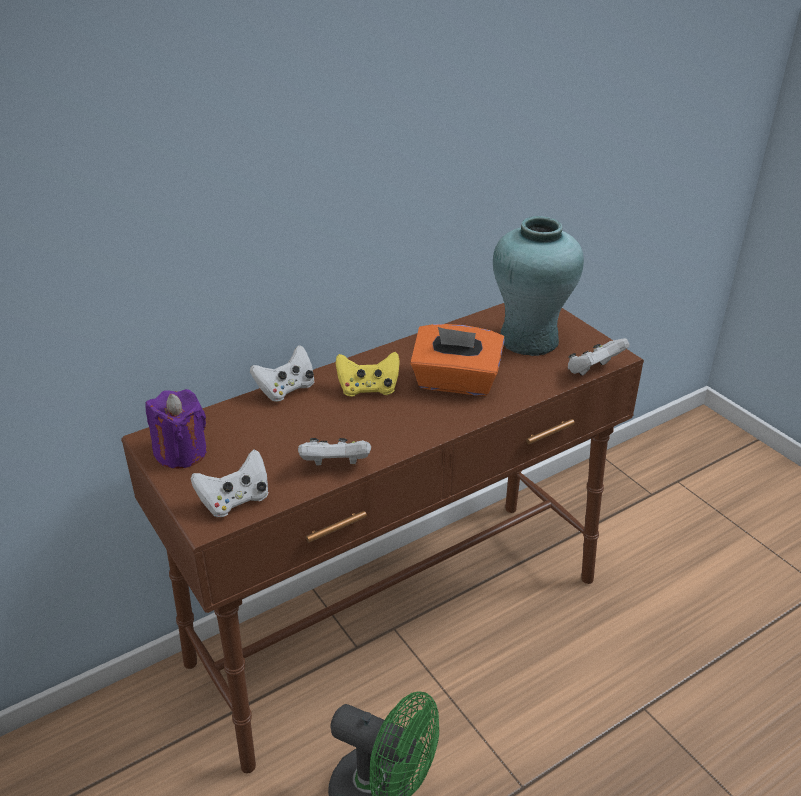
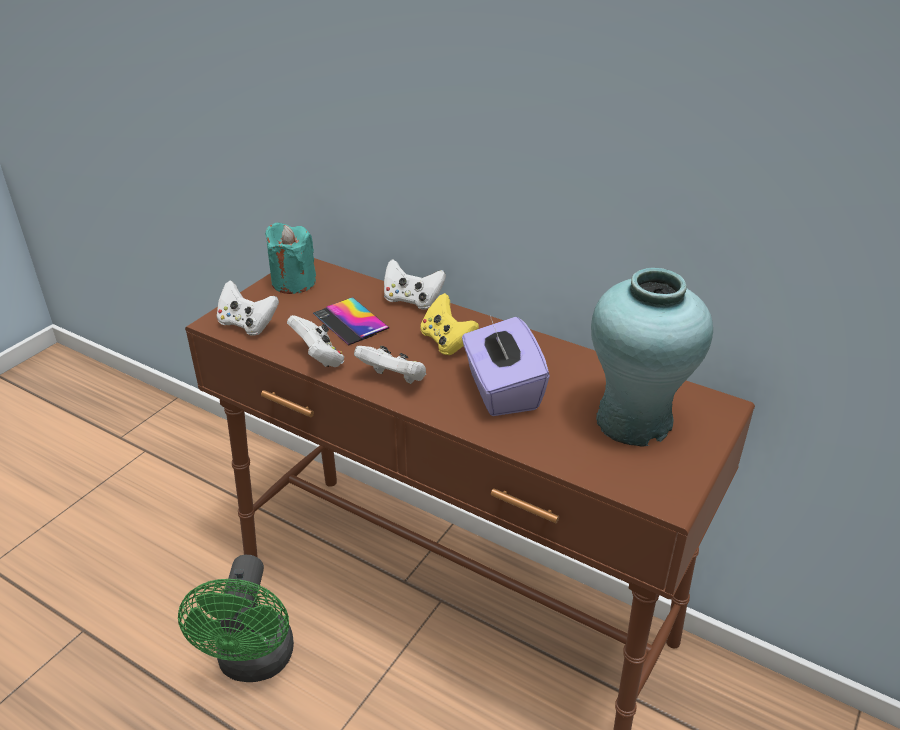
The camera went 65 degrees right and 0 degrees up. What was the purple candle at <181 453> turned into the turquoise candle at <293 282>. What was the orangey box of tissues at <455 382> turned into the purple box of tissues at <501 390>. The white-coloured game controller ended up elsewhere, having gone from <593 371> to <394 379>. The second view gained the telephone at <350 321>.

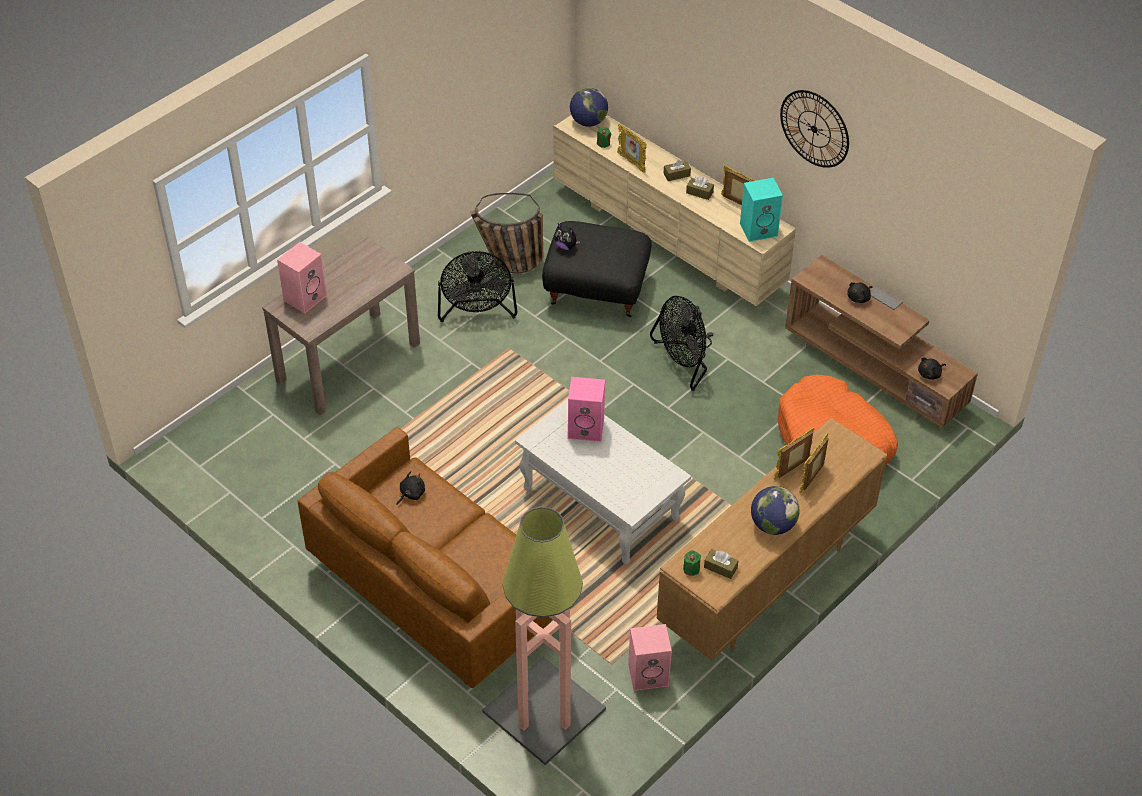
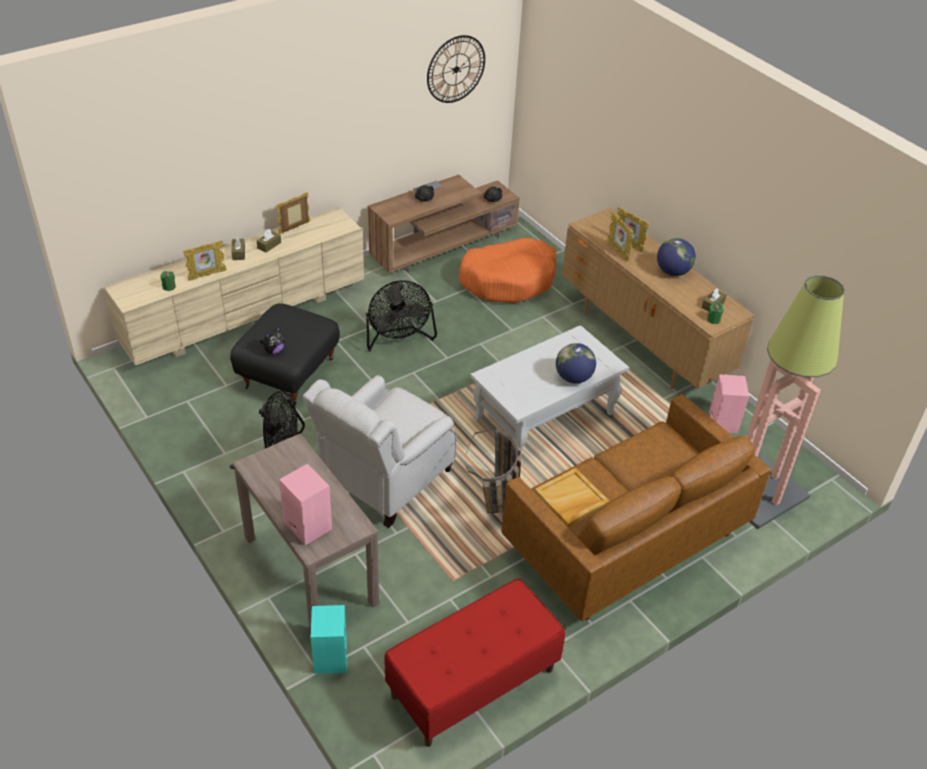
The camera went 80 degrees left and 5 degrees down. Where the black cuddly toy stood at <411 494>, the beige-coloured carrying tray came to stand at <571 500>. The household basket ended up elsewhere, having gone from <507 263> to <497 504>. The second view lost the pink-coloured audio speaker at <587 428>. The world globe ended up elsewhere, having gone from <588 122> to <573 378>. The turquoise audio speaker ended up elsewhere, having gone from <759 229> to <329 656>. The wall clock ended up elsewhere, having gone from <814 128> to <456 69>. The second view gained the white-coloured armchair at <385 478>. The second view gained the red-coloured indoor bench at <473 683>.

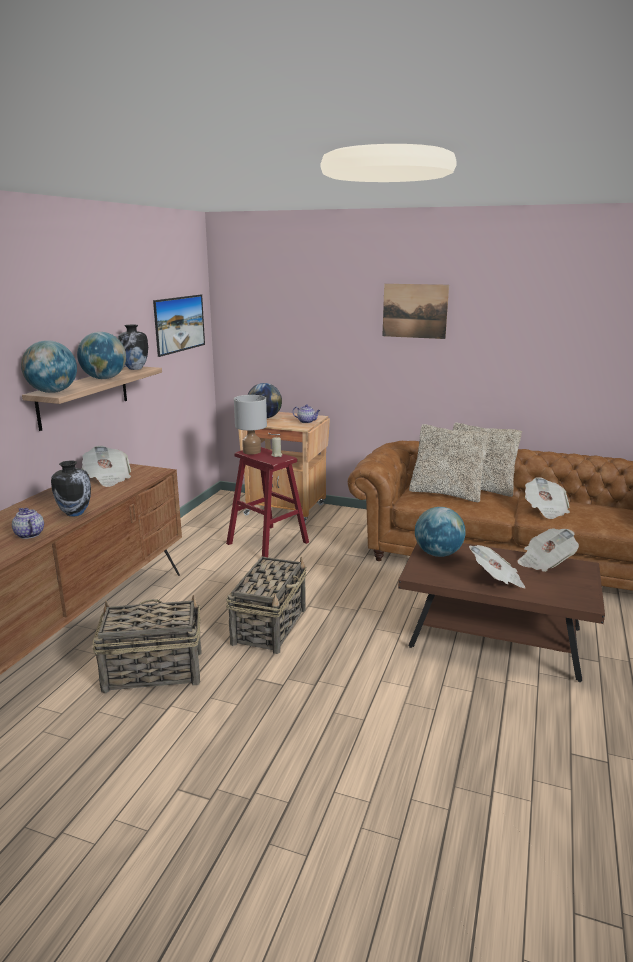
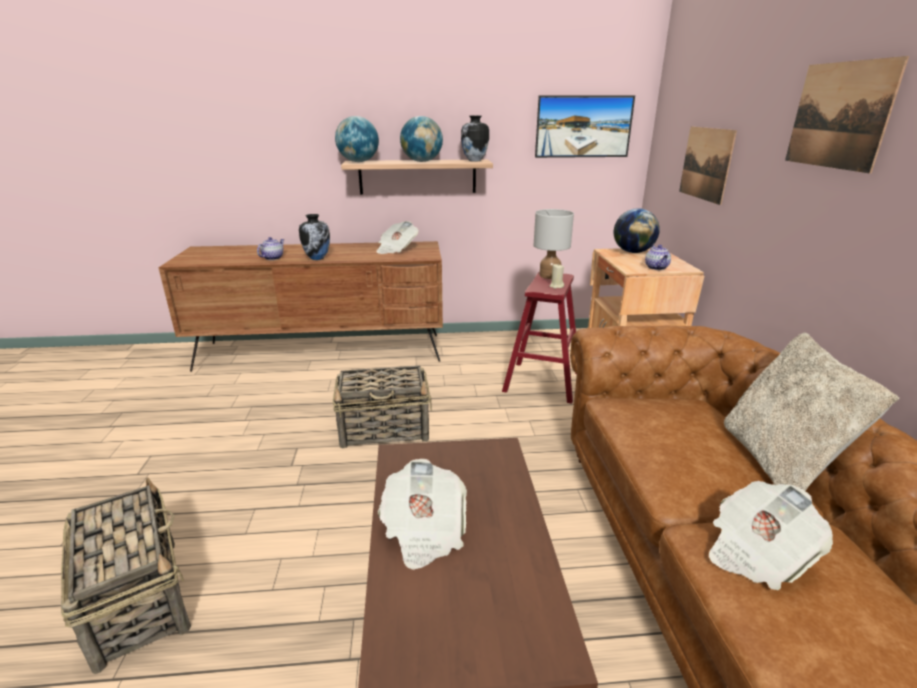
The camera went 65 degrees right and 5 degrees up. The household basket ended up elsewhere, having gone from <152 671> to <139 599>. The second view lost the beige-coloured throw pillow at <447 492>. The second view lost the world globe at <438 554>. The second view lost the daily paper at <545 562>. The second view gained the picture at <706 164>.

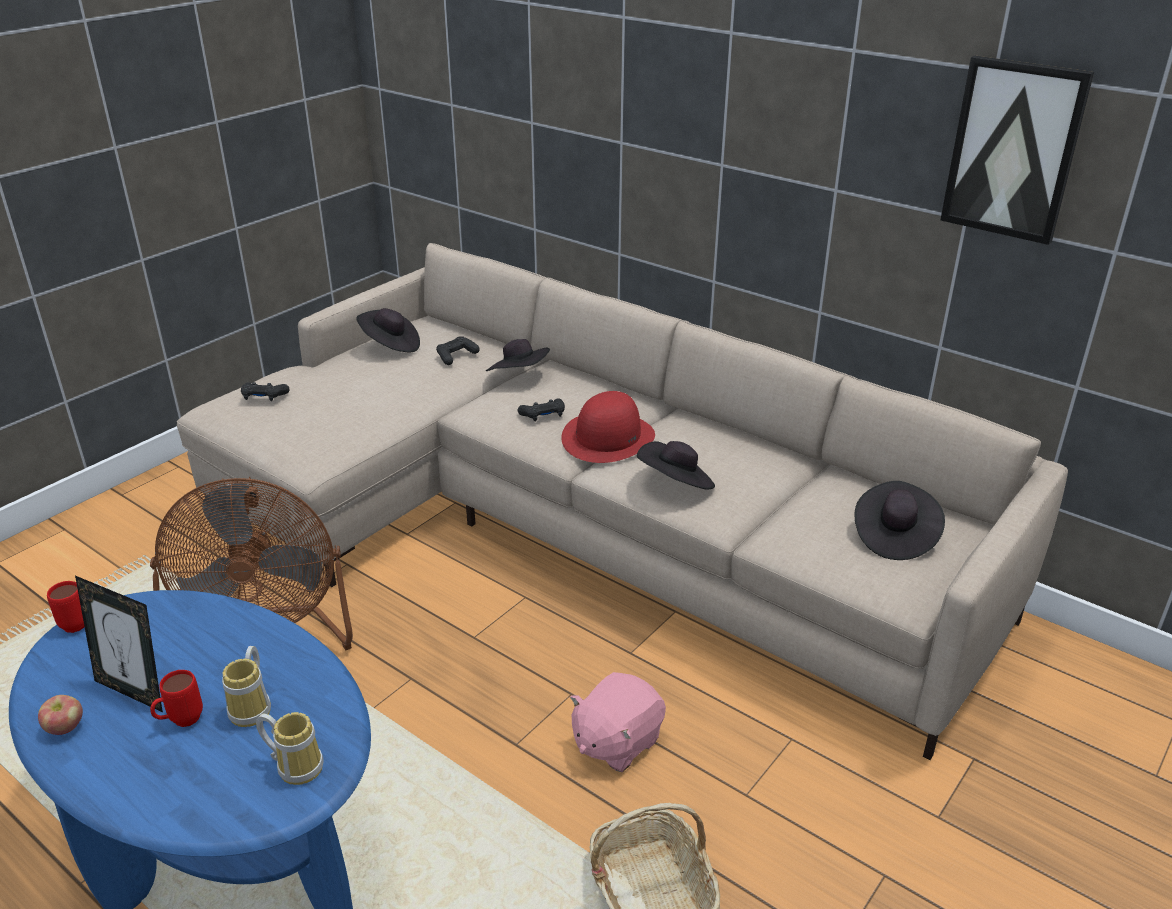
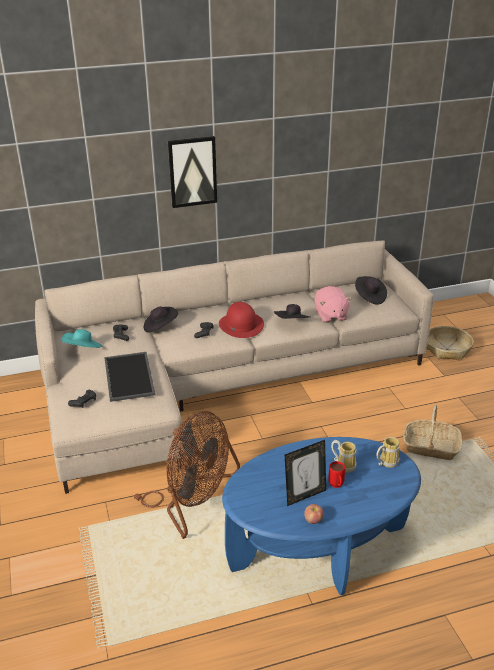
The camera went 55 degrees left and 0 degrees up. The second view lost the red-coloured coffee mug at <75 621>. What was the black clothing hat at <390 345> turned into the turquoise clothing hat at <83 349>. The pink-coloured cuddly toy ended up elsewhere, having gone from <616 741> to <330 315>. The picture ended up elsewhere, having gone from <1013 150> to <192 171>. The second view gained the carrying tray at <130 377>. The second view gained the household basket at <447 349>.

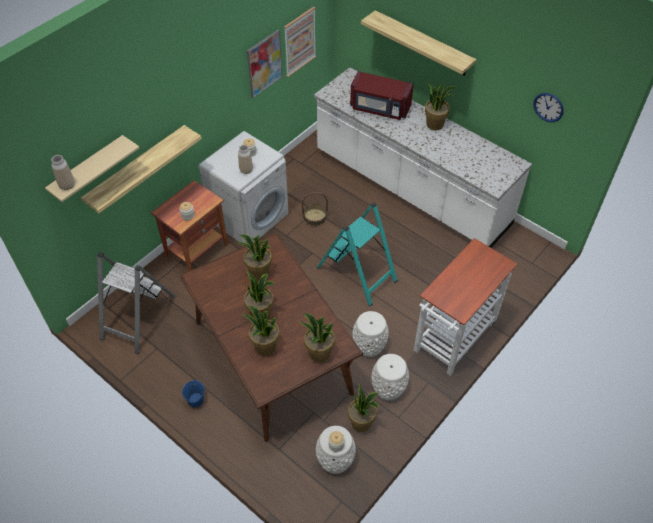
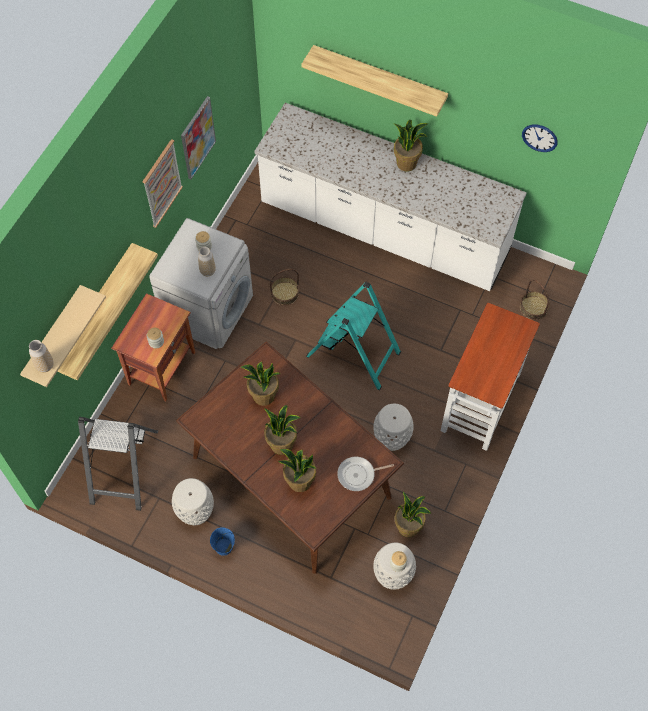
The camera went 15 degrees left and 10 degrees up. The picture ended up elsewhere, having gone from <299 41> to <161 183>. Where the plant in a pot stood at <319 353>, the frying pan came to stand at <358 475>. The second view lost the red-coloured microwave at <380 108>. The white-coloured sitting stool ended up elsewhere, having gone from <388 388> to <195 511>. The second view gained the household basket at <533 308>.

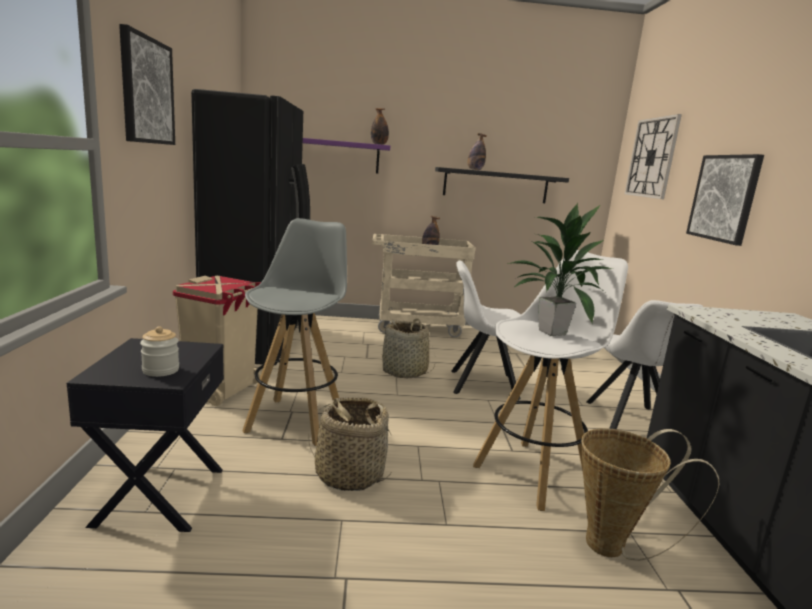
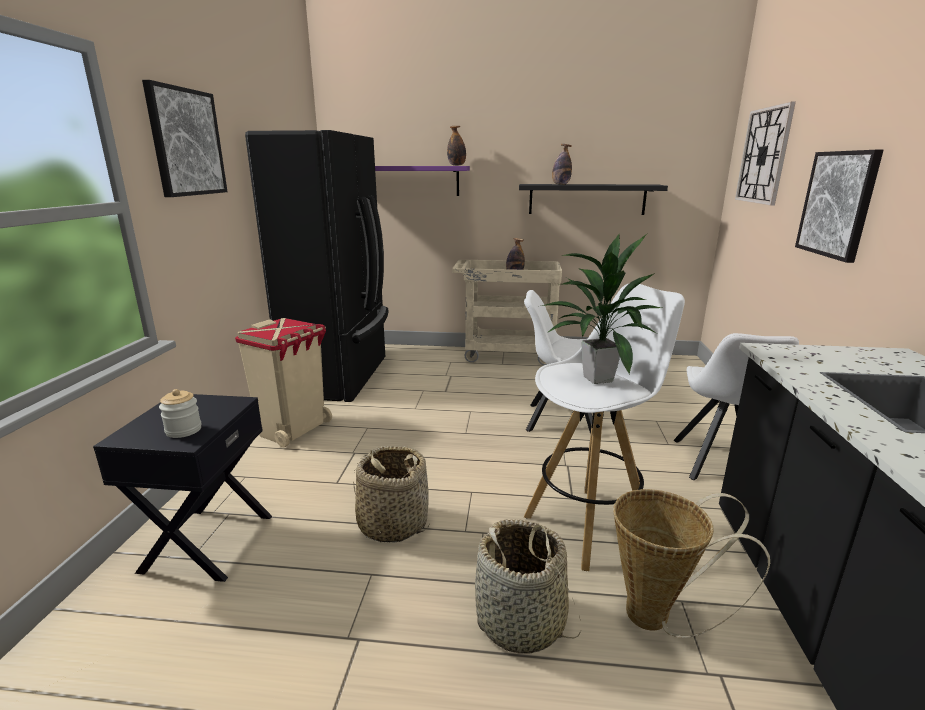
The camera went 10 degrees right and 5 degrees up. The second view lost the greyish sitting stool at <297 420>. The household basket ended up elsewhere, having gone from <405 371> to <521 621>.

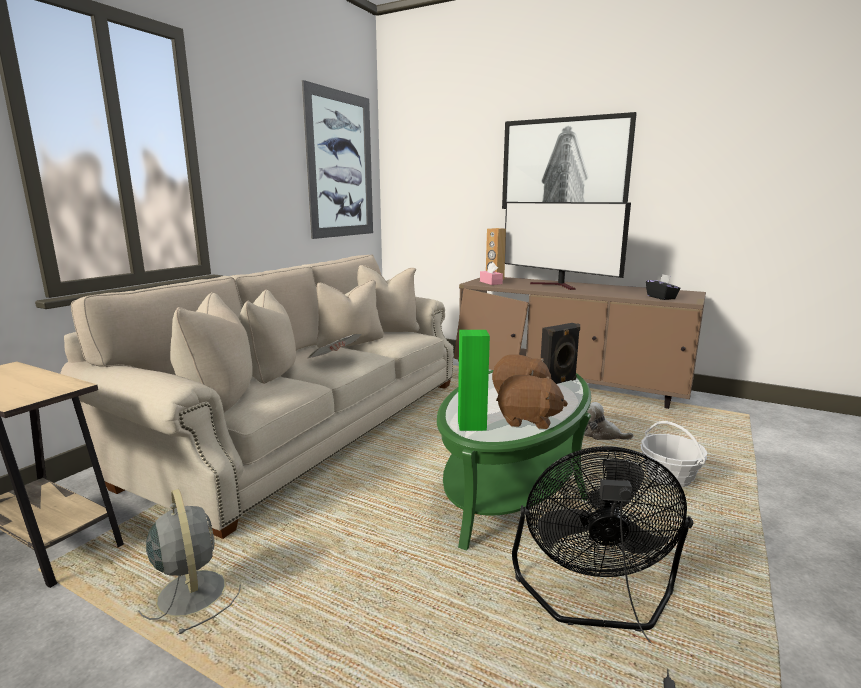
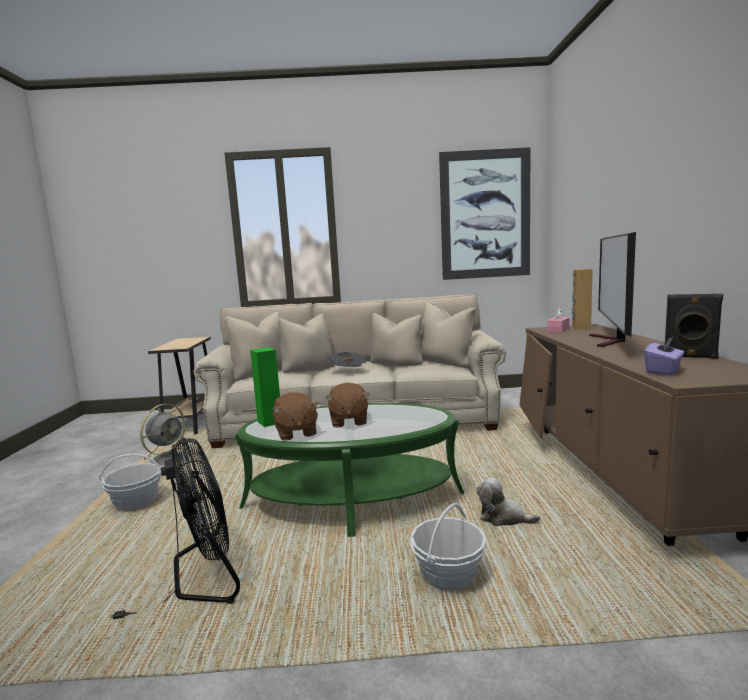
The camera went 60 degrees right and 5 degrees down. The second view lost the picture at <564 164>. The black audio speaker ended up elsewhere, having gone from <558 382> to <690 357>. The cuddly toy at <602 435> ended up facing another way, 60 degrees counterclockwise from before. What was the black box of tissues at <661 297> turned into the purple box of tissues at <663 371>. The second view gained the household basket at <136 503>.

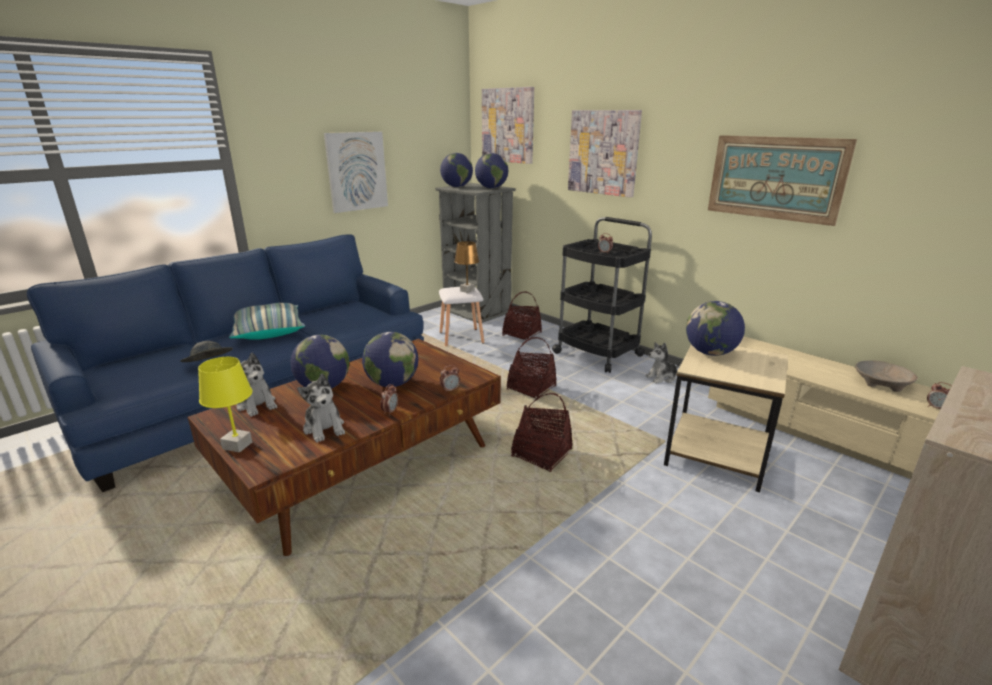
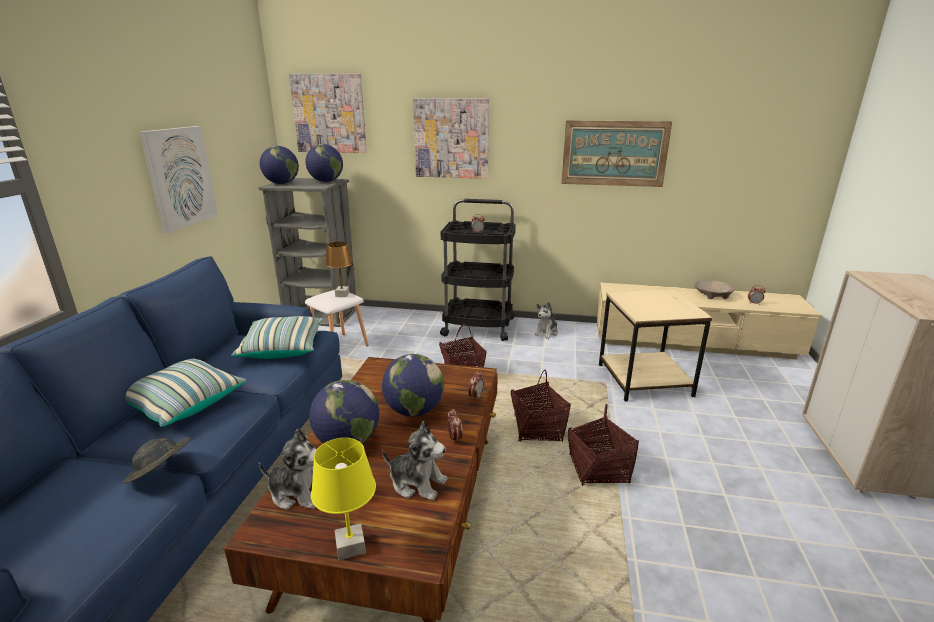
The camera went 35 degrees left and 0 degrees up. The household basket ended up elsewhere, having gone from <522 334> to <598 469>. The second view lost the world globe at <710 353>. The second view gained the throw pillow at <282 348>.

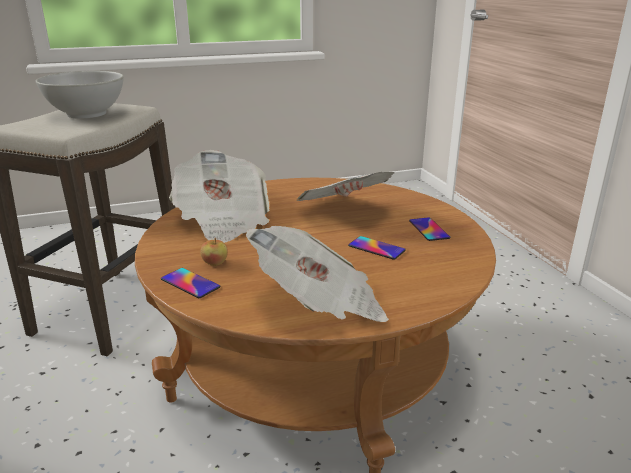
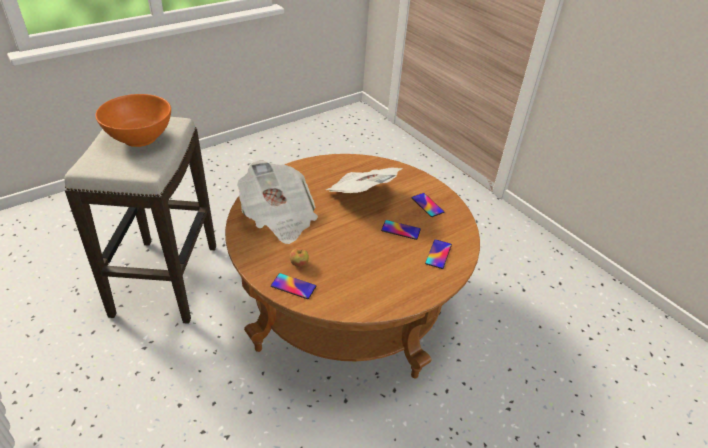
The camera went 20 degrees left and 15 degrees up. What was the white-coloured deep dish at <87 114> turned into the orangey deep dish at <140 138>. The second view lost the daily paper at <320 305>. The second view gained the telephone at <438 254>.

